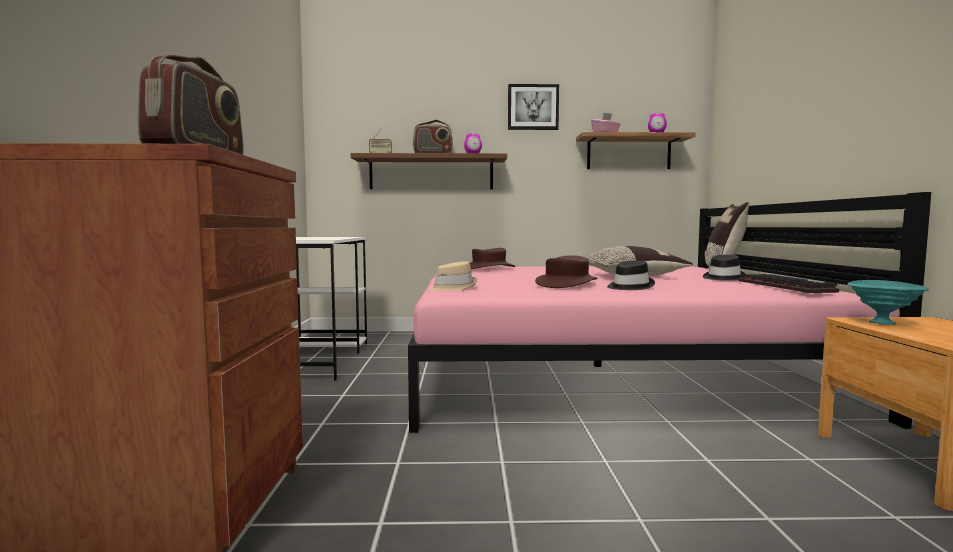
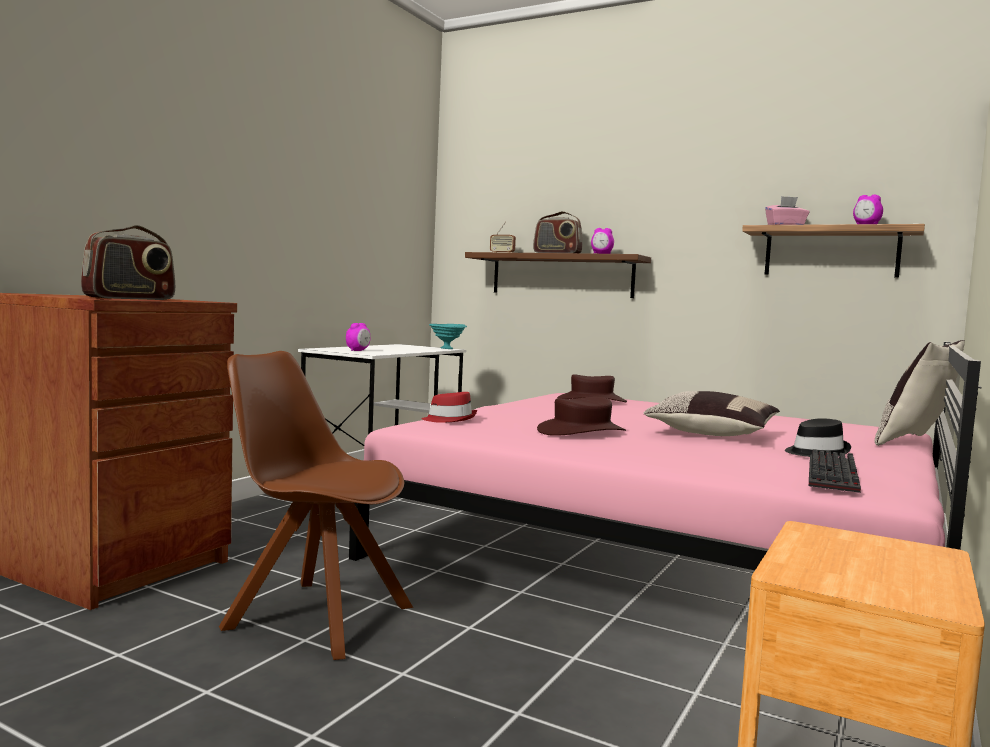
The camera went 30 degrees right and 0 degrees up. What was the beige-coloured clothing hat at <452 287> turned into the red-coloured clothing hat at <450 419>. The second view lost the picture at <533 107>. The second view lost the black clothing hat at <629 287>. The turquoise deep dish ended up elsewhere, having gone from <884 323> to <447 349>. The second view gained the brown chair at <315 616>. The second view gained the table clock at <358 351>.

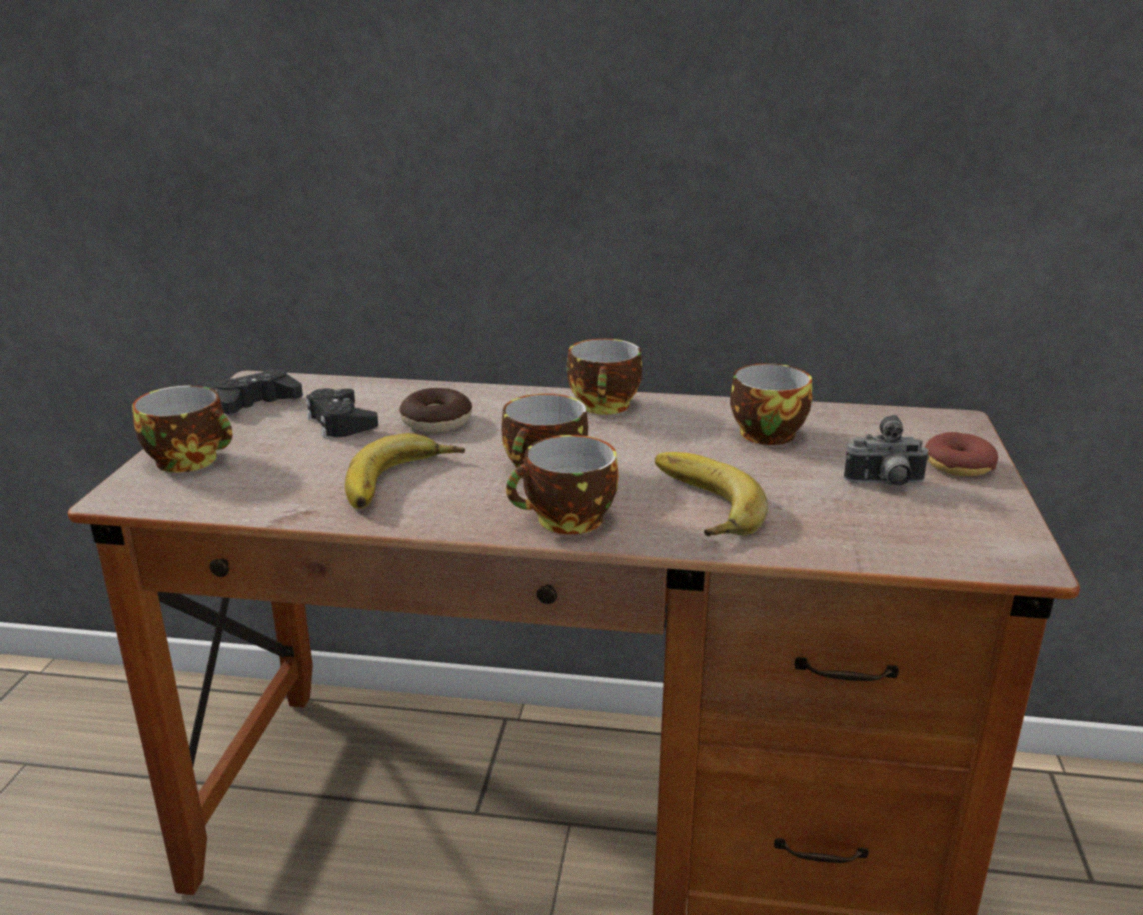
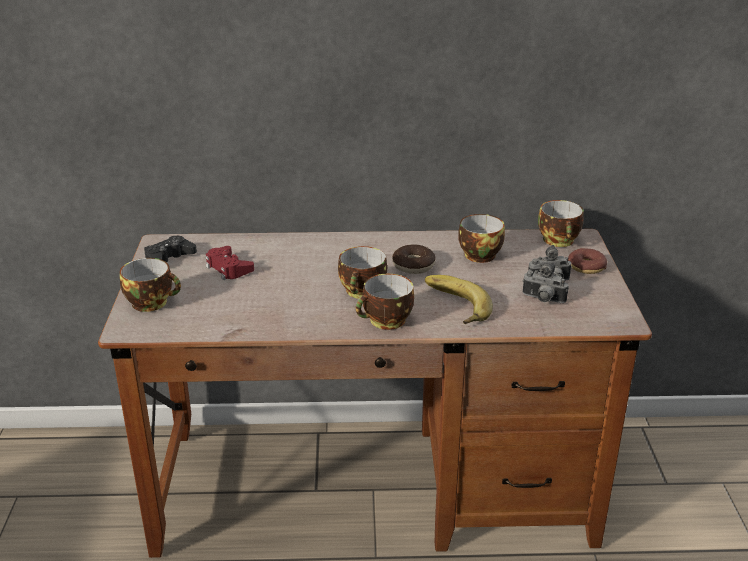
The camera went 10 degrees left and 5 degrees up. What was the black game controller at <341 422> turned into the red-coloured game controller at <228 268>. The second view lost the banana at <403 483>. The donut ended up elsewhere, having gone from <436 421> to <413 265>. The cup ended up elsewhere, having gone from <606 406> to <560 241>. The second view gained the photo camera at <542 300>.

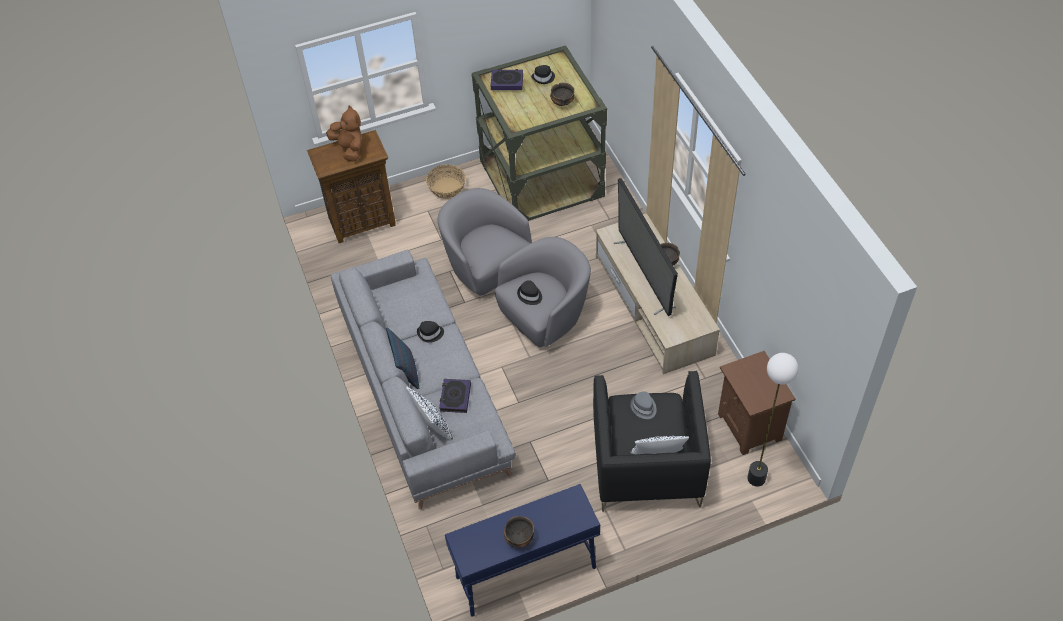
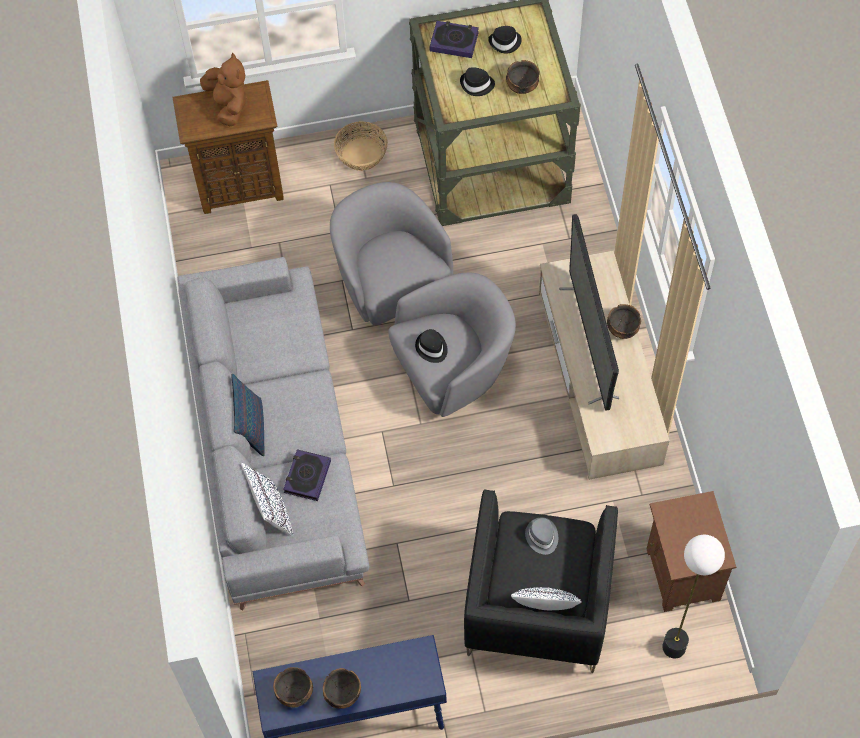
The camera went 10 degrees right and 10 degrees up. The black clothing hat ended up elsewhere, having gone from <430 333> to <477 85>. The second view gained the deep dish at <295 693>.

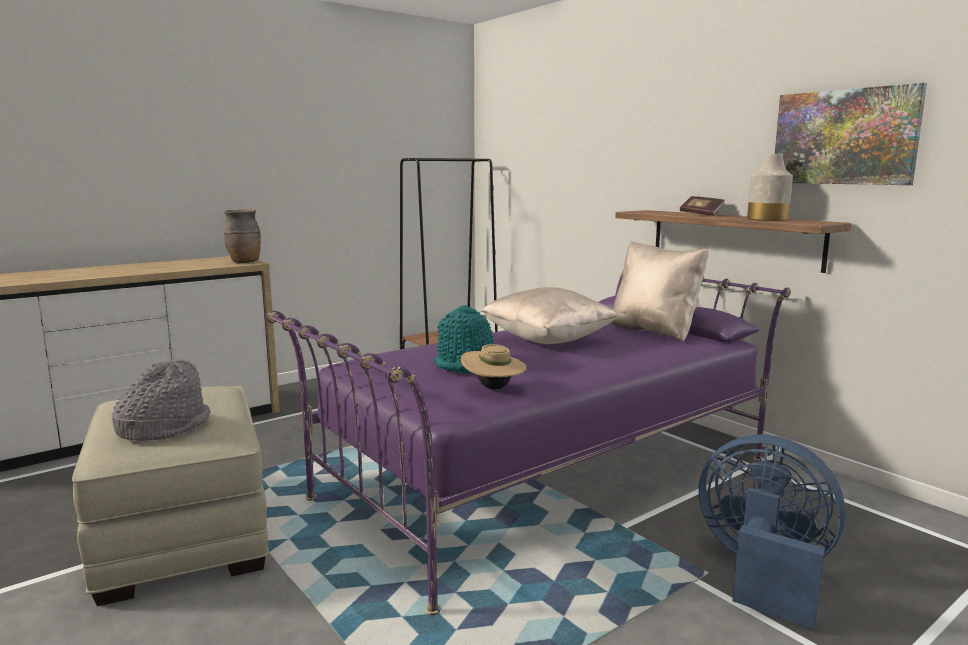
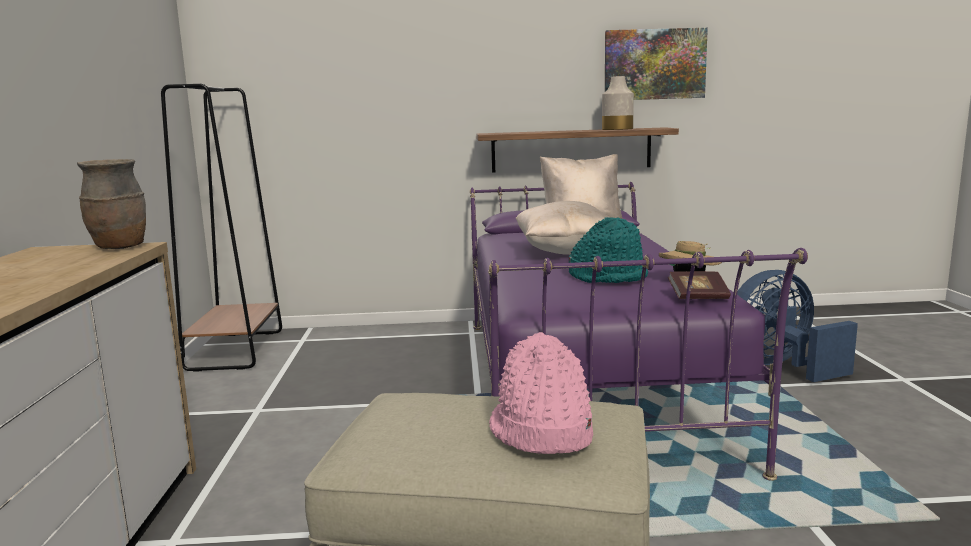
The camera went 55 degrees left and 0 degrees up. What was the greyish clothing hat at <164 427> turned into the pink-coloured clothing hat at <541 432>. The book ended up elsewhere, having gone from <701 214> to <698 297>.

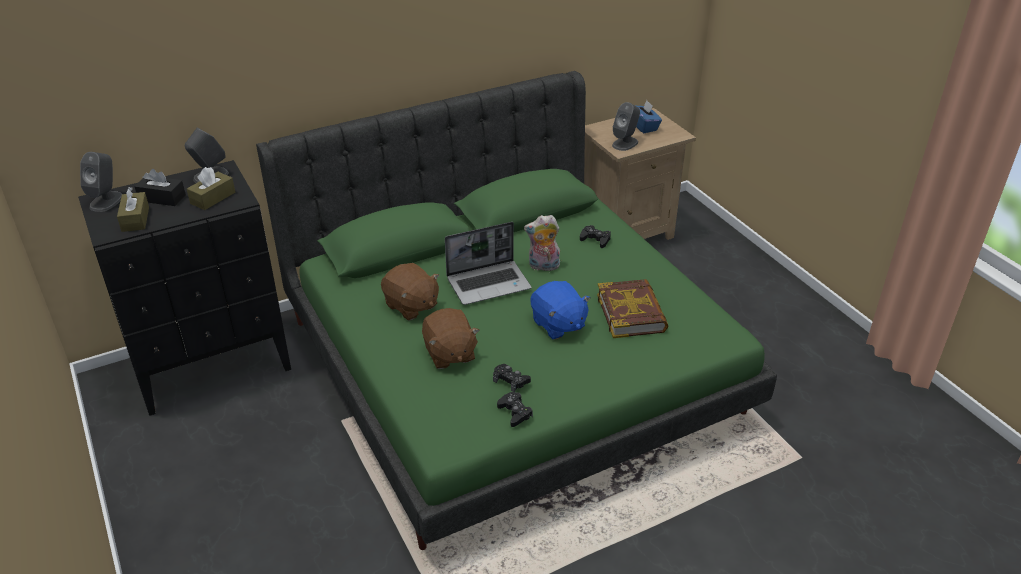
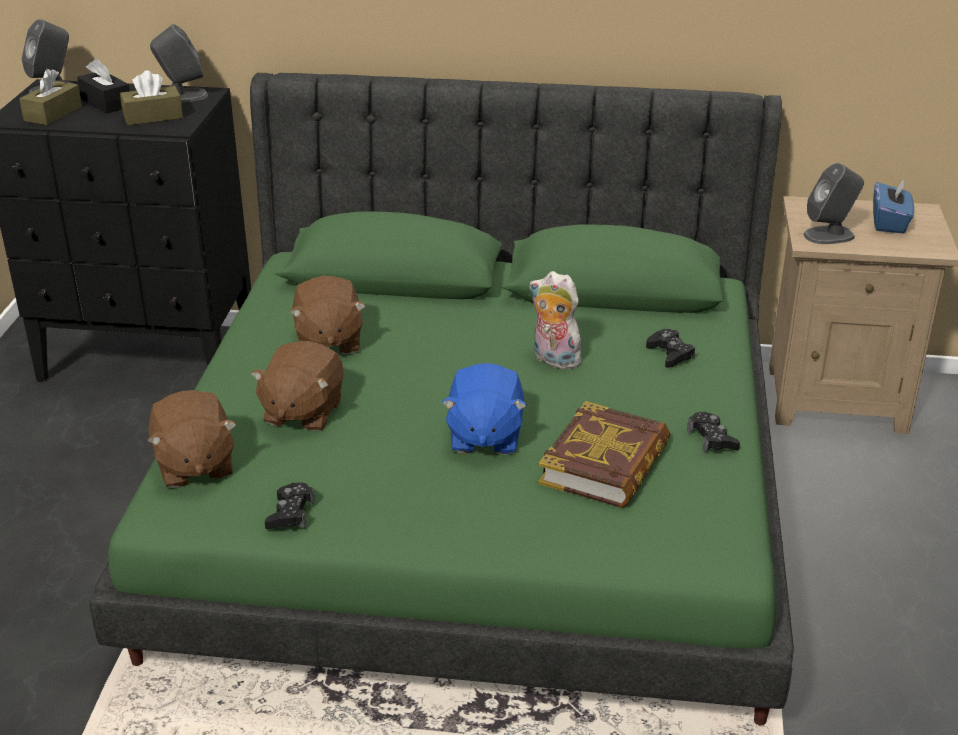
The camera went 35 degrees right and 5 degrees down. The second view lost the notebook computer at <489 283>. The black game controller ended up elsewhere, having gone from <511 380> to <712 439>. The second view gained the brown cuddly toy at <194 466>.

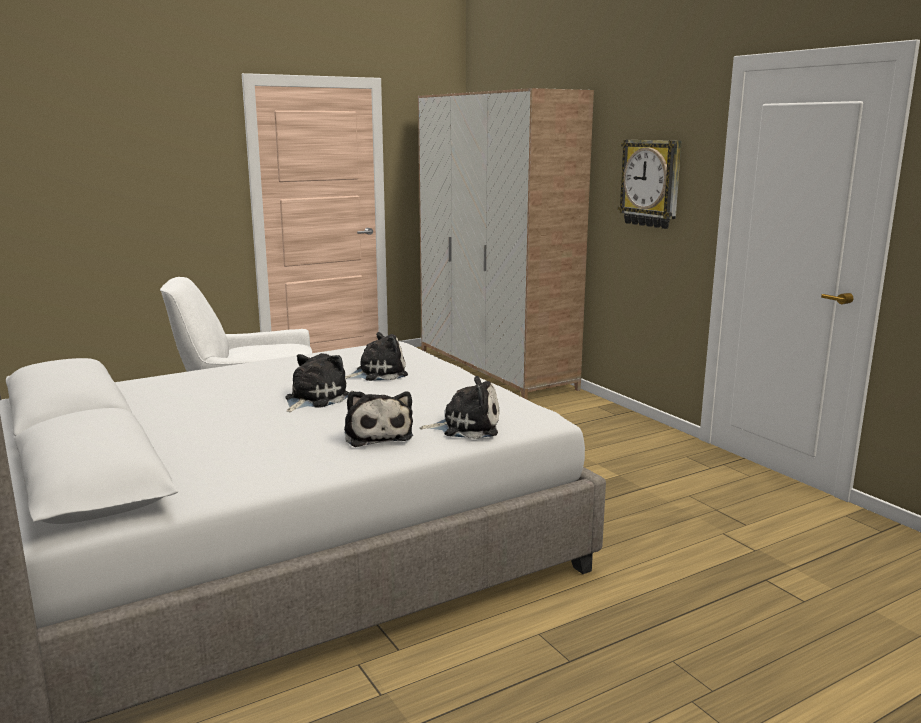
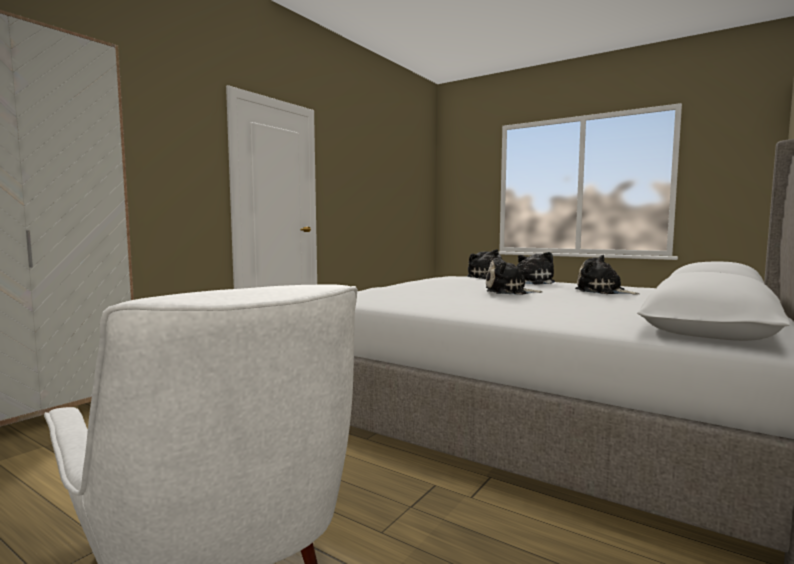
The camera went 115 degrees left and 10 degrees down. The cuddly toy ended up elsewhere, having gone from <378 373> to <603 291>. The second view lost the wall clock at <651 183>.

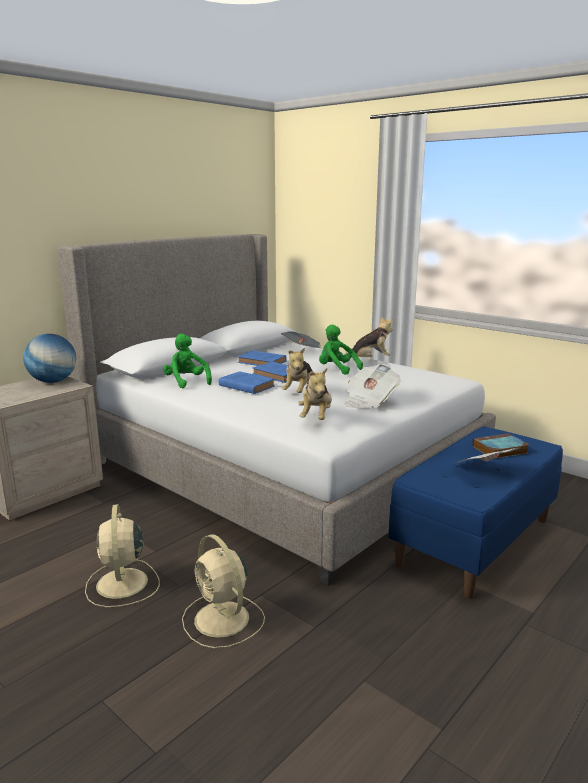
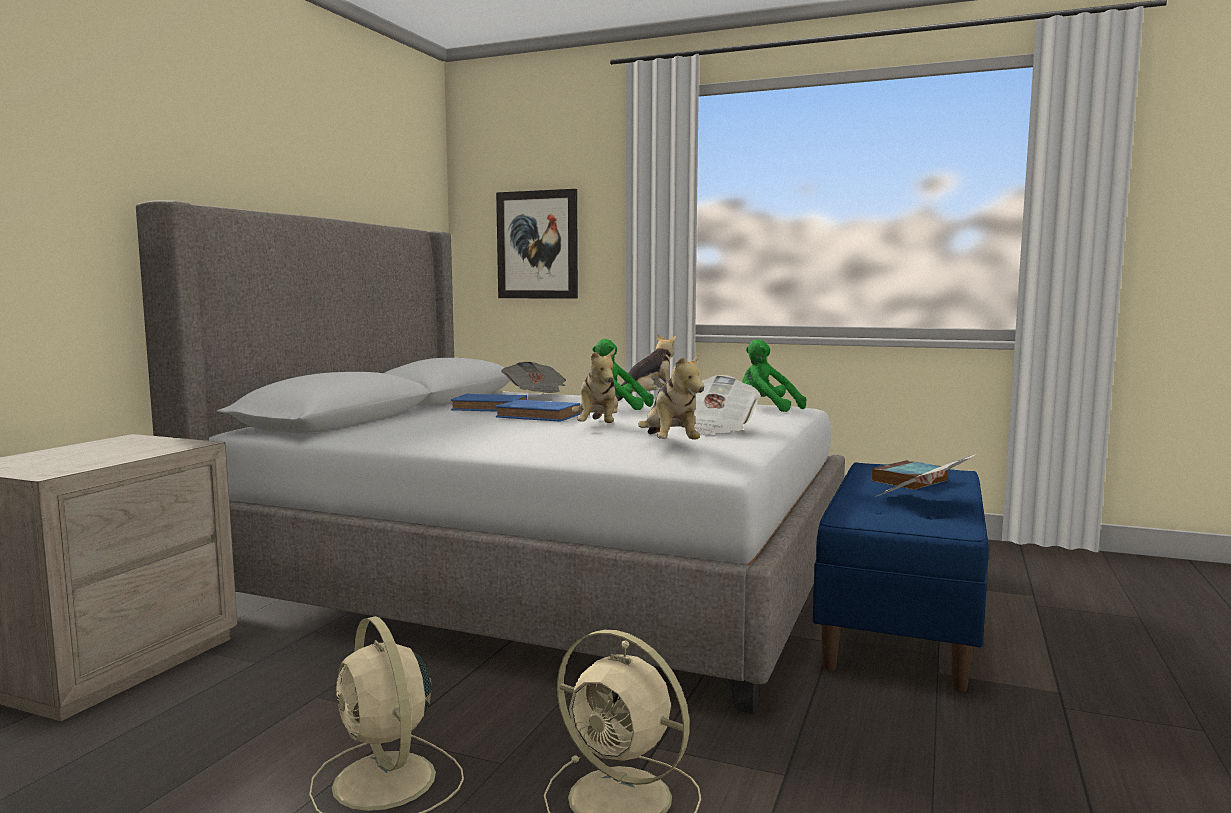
The camera went 20 degrees left and 10 degrees down. The second view lost the world globe at <53 381>. The green cuddly toy ended up elsewhere, having gone from <186 382> to <766 409>. The second view lost the blue-coloured book at <245 386>. The second view gained the picture at <537 245>.

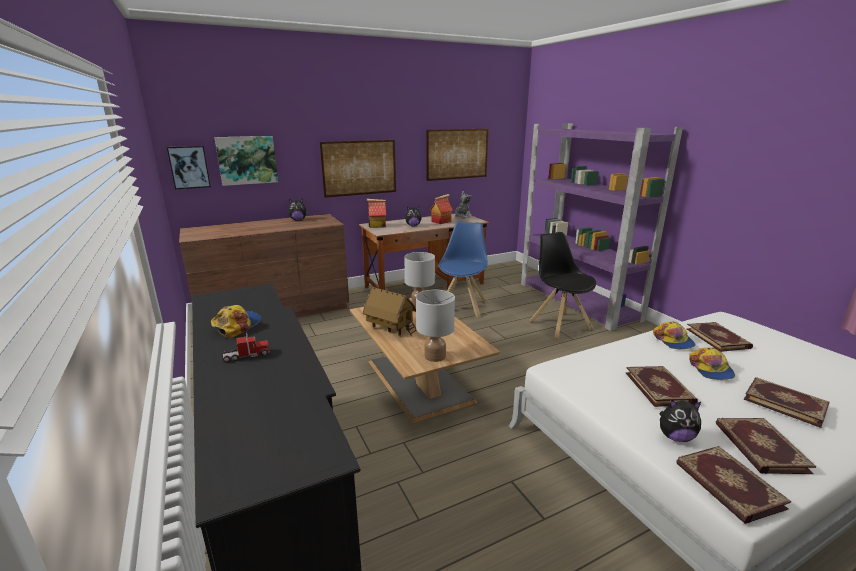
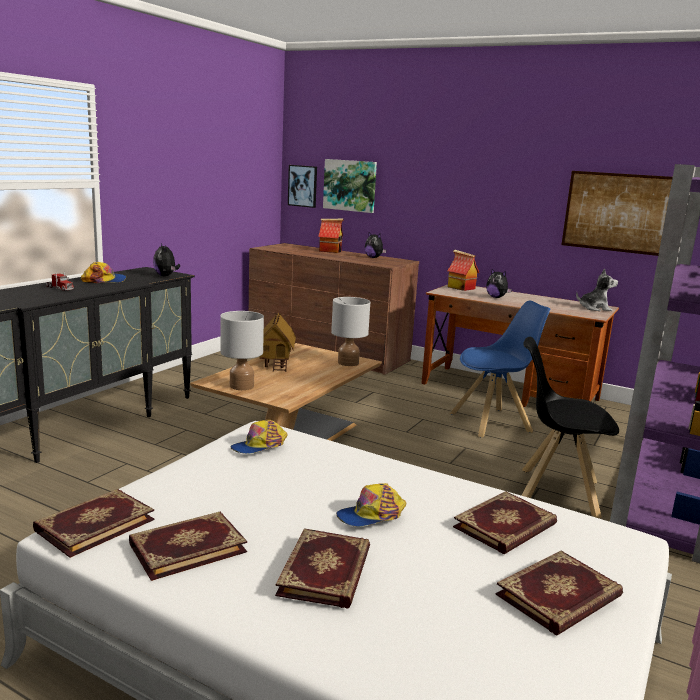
The camera went 55 degrees right and 5 degrees down. The second view lost the picture at <359 168>. The miniature house ended up elsewhere, having gone from <441 221> to <330 251>. The black chair at <559 324> ended up facing another way, 105 degrees counterclockwise from before. The book ended up elsewhere, having gone from <660 388> to <560 597>. The peaked cap ended up elsewhere, having gone from <673 341> to <259 446>. The cuddly toy ended up elsewhere, having gone from <675 437> to <166 276>.

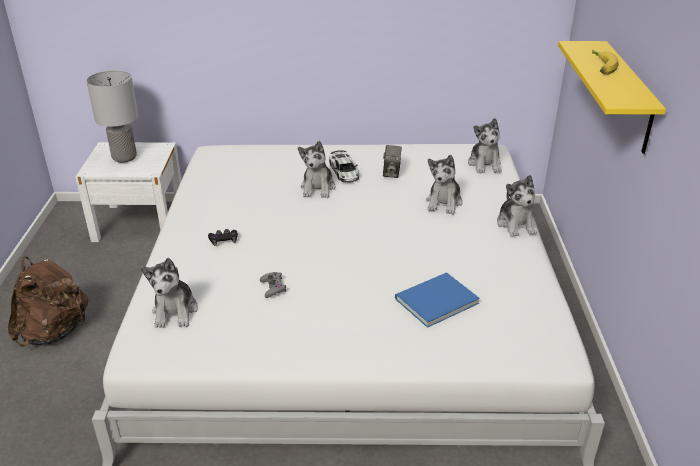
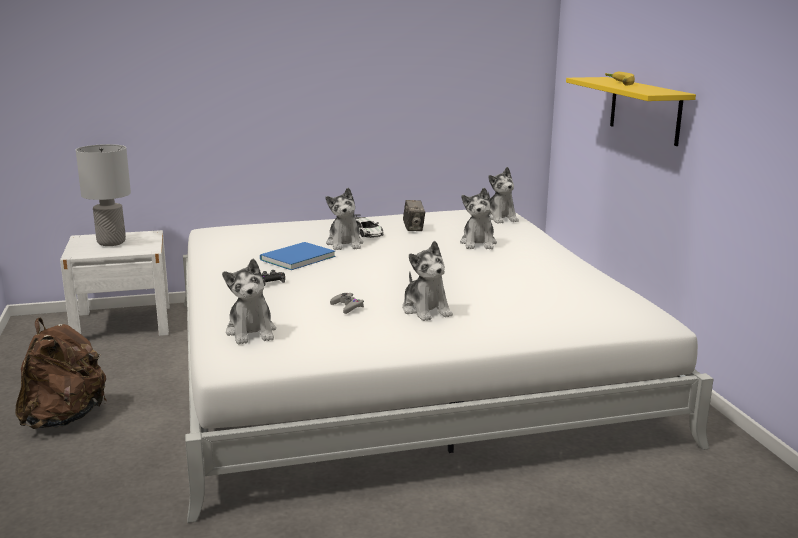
The camera went 15 degrees left and 15 degrees down. The blue-coloured book ended up elsewhere, having gone from <433 301> to <295 258>. The cuddly toy ended up elsewhere, having gone from <516 224> to <426 310>.

